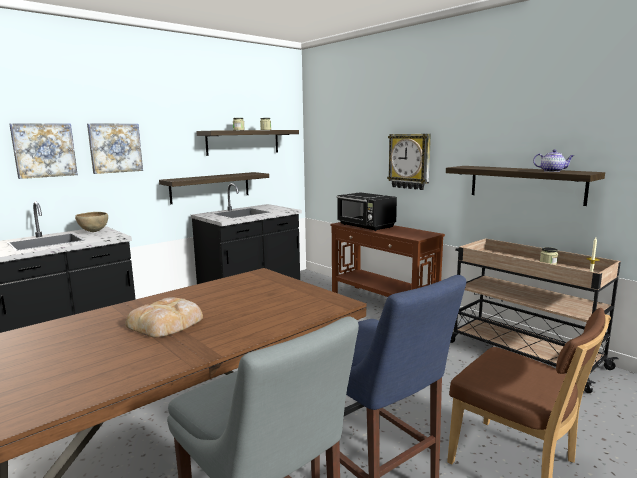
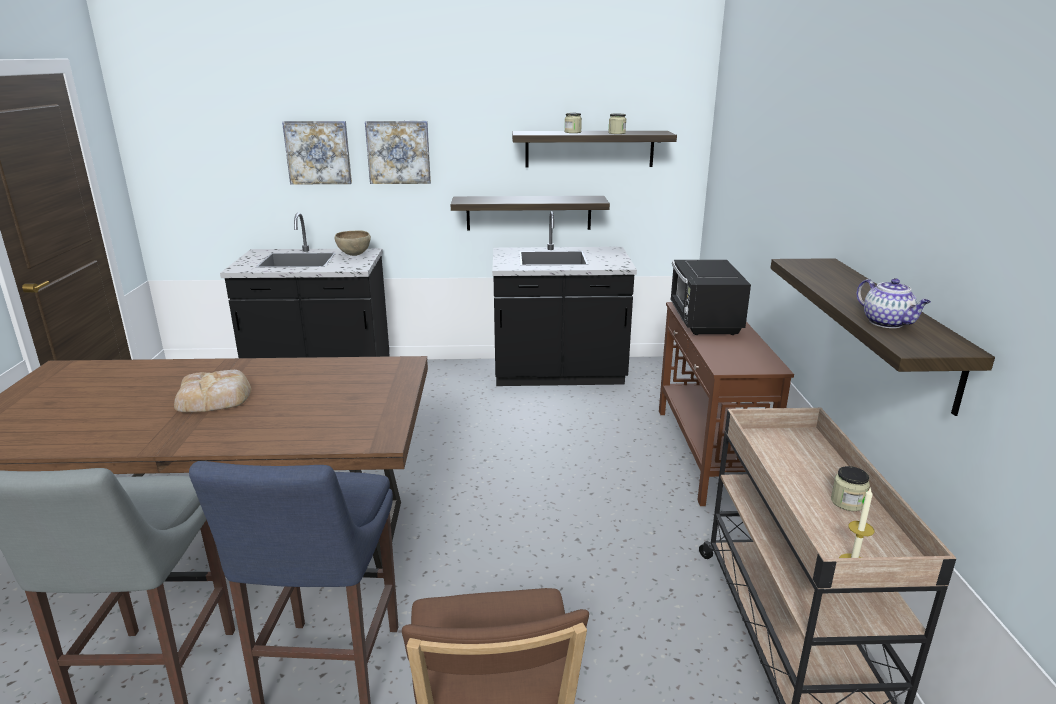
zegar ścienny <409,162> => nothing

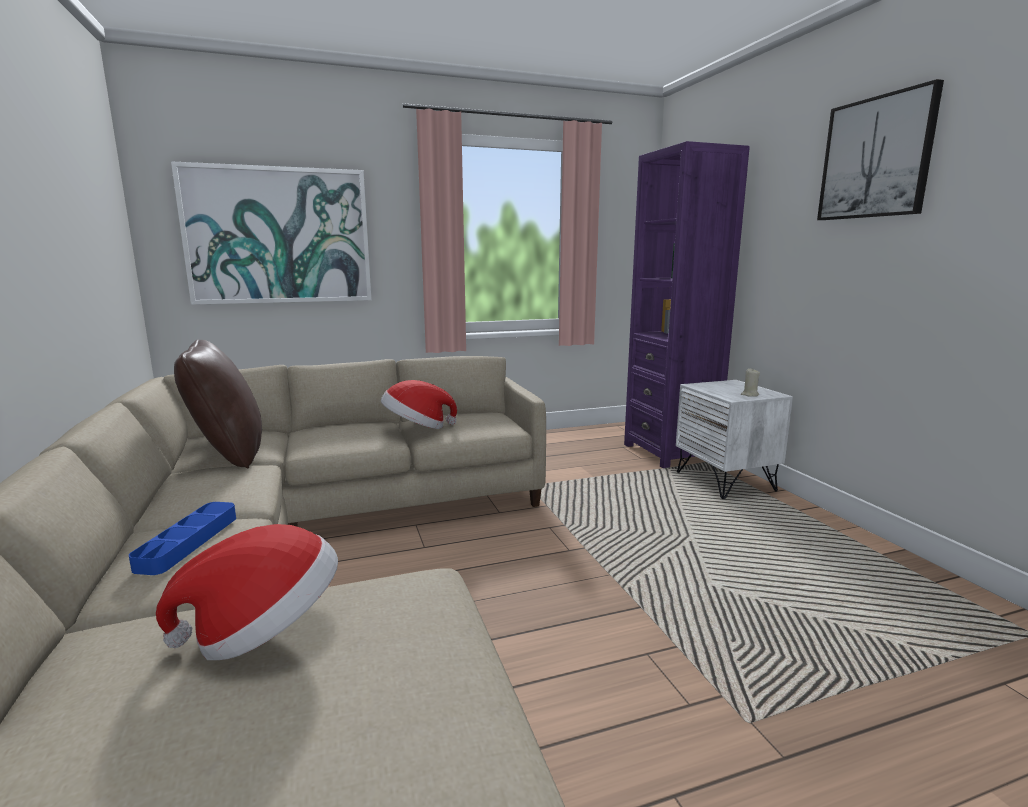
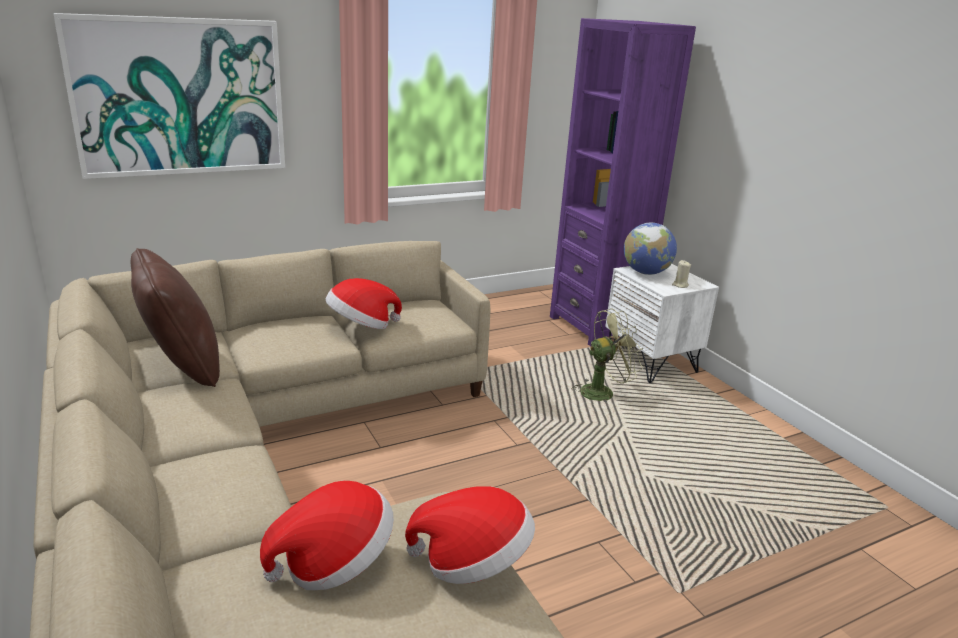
nothing => kapelusz <470,535>
nothing => wentylator/zielony <607,355>
nothing => globus <650,248>
taca/niebieski <182,538> => nothing
obraz <880,149> => nothing

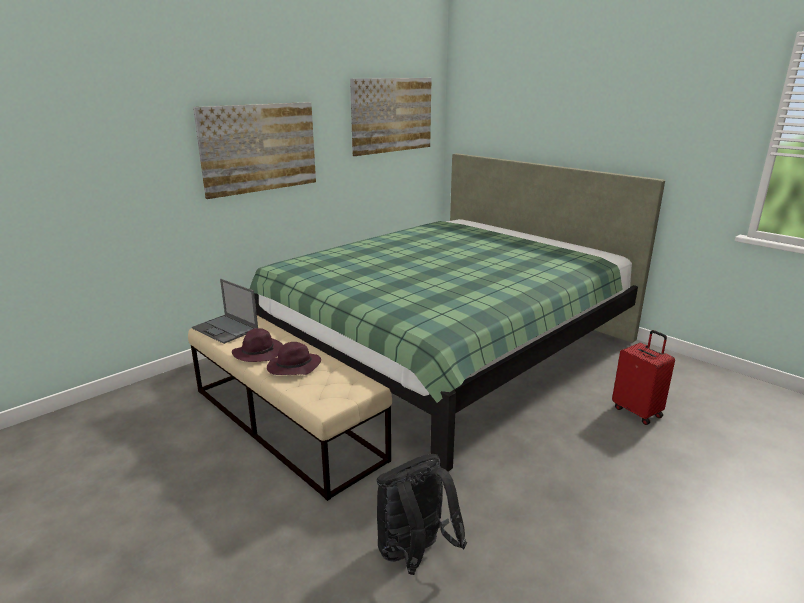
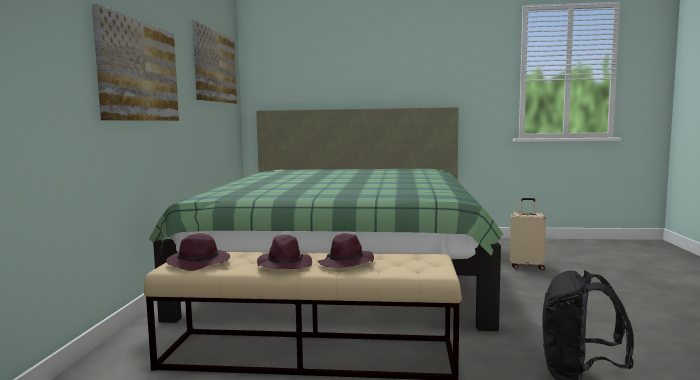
laptop <225,311> => kapelusz/fioletowy <198,252>
walizka/czerwony <643,377> => walizka/beżowy <528,234>

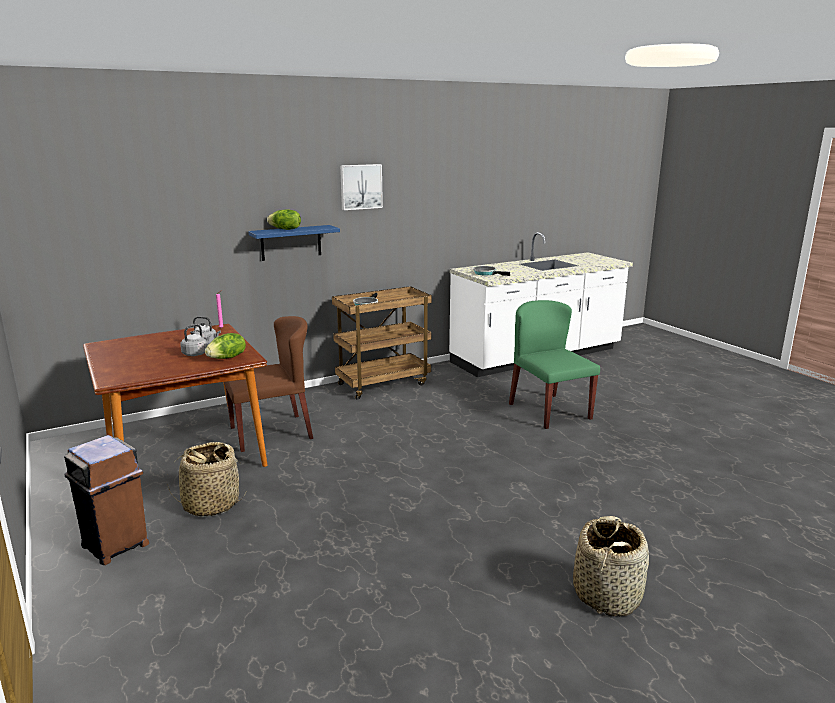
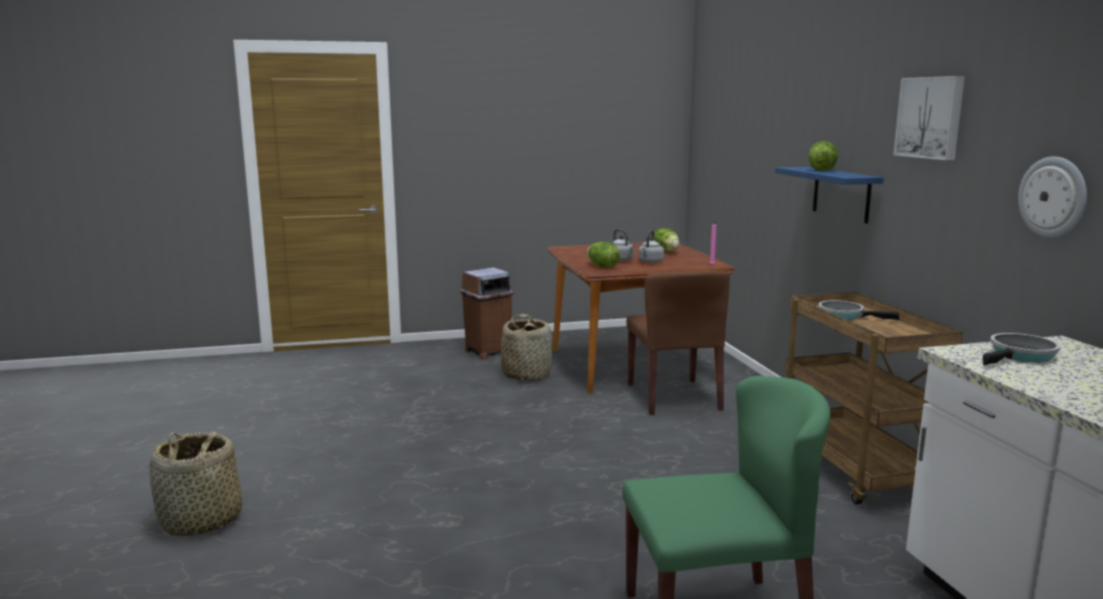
nothing => sałata <667,240>
nothing => zegar ścienny <1052,197>

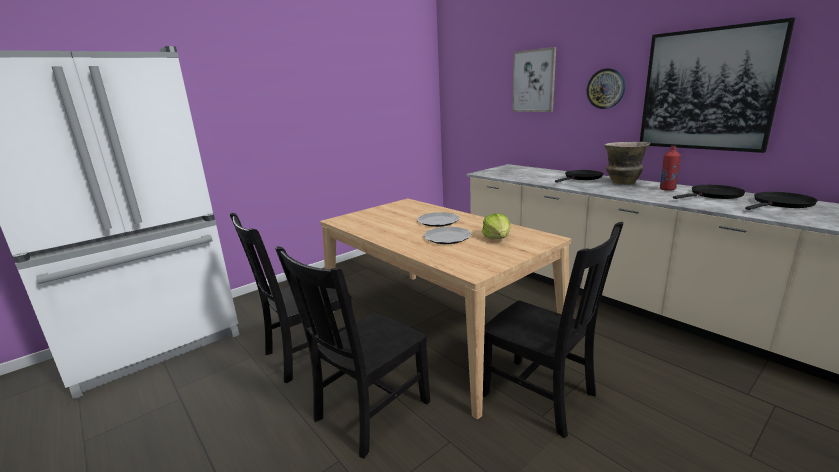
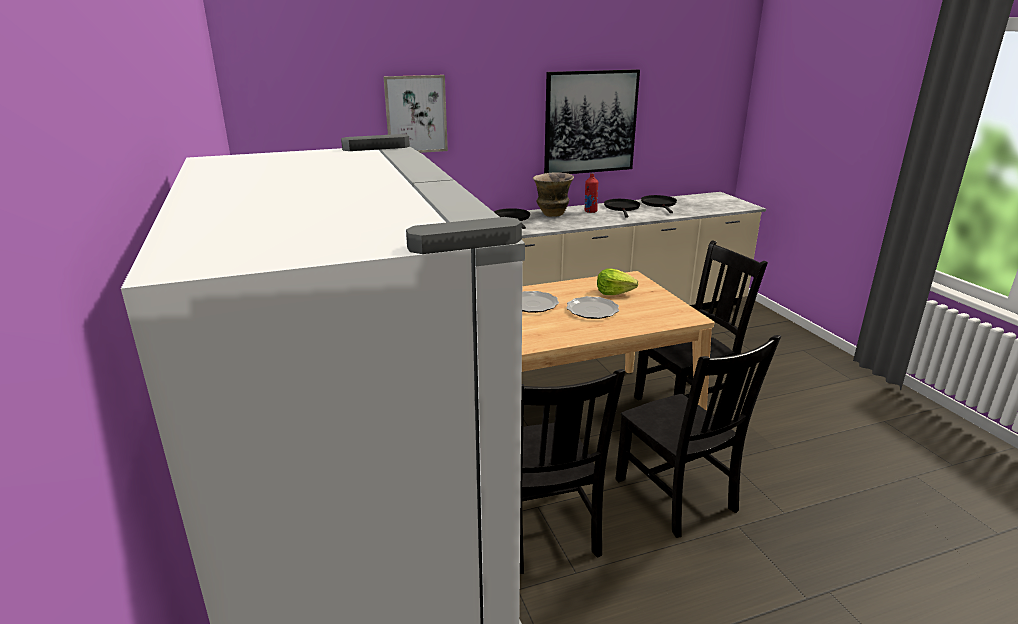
zegar ścienny <606,88> => nothing

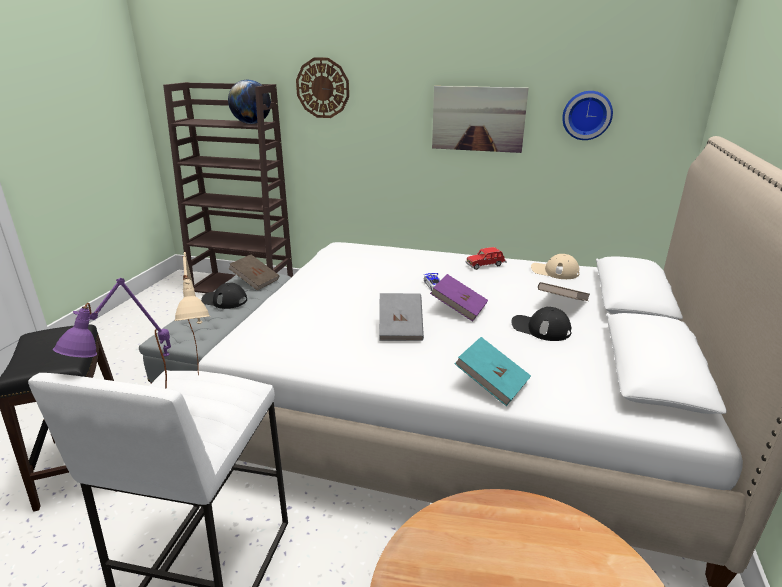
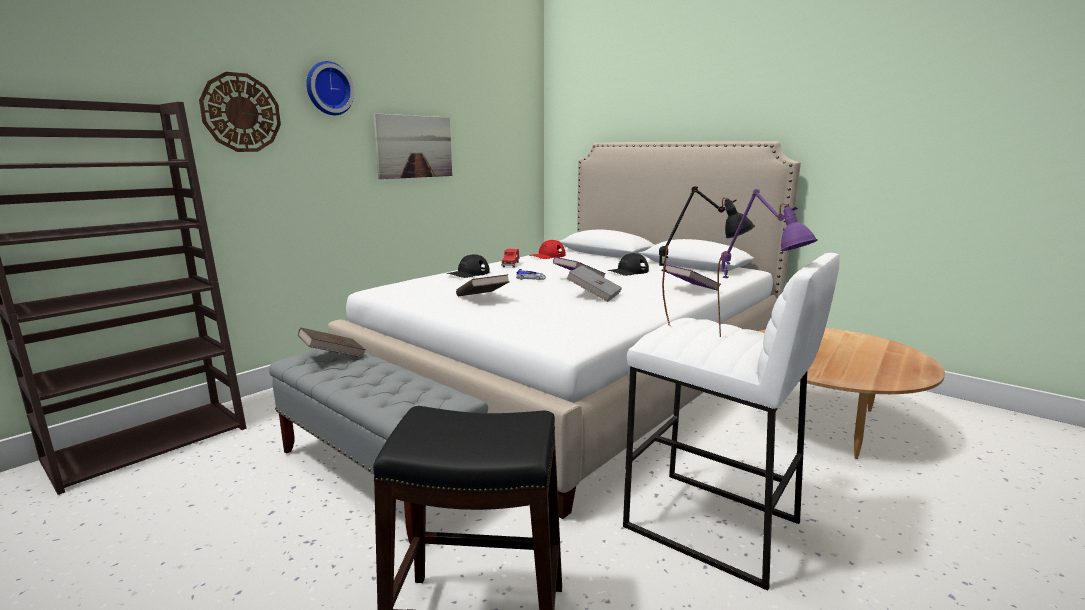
zegar ścienny <587,115> => zegar ścienny <330,88>, move
czapka z daszkiem/czarny <224,296> => czapka z daszkiem/czarny <468,266>, move
książka/brązowy <563,291> => książka/brązowy <483,285>, move
czapka z daszkiem/beżowy <555,266> => czapka z daszkiem/czerwony <547,249>
lampa stołowa/beżowy <192,313> => lampa stołowa/czarny <707,255>
książka/turkusowy <492,371> => książka/fioletowy <692,277>
globus <249,102> => nothing

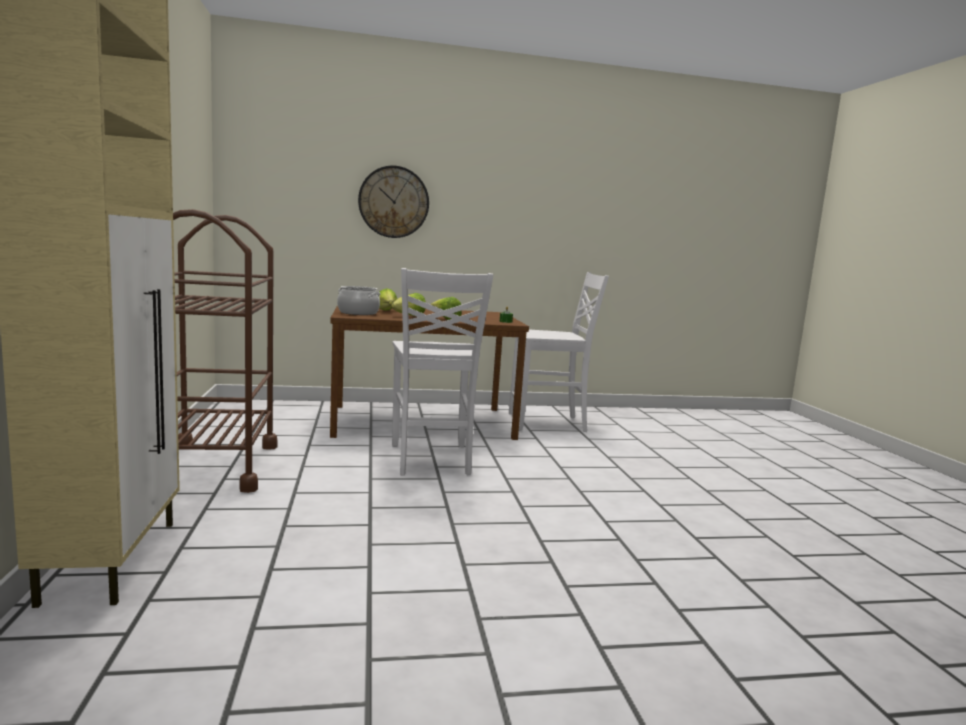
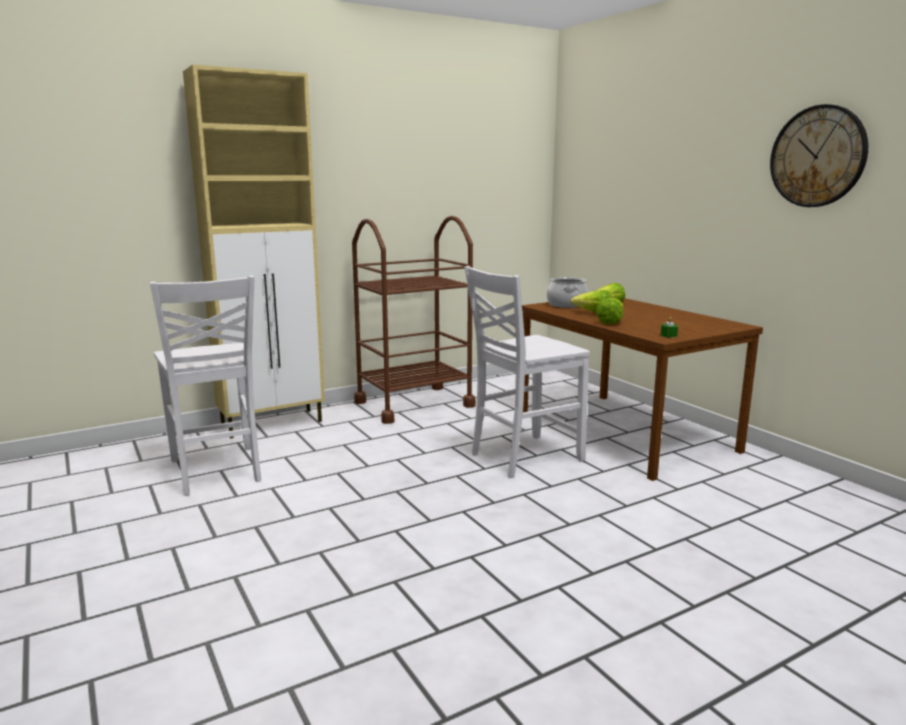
krzesło/biały <559,352> => krzesło/biały <205,386>, move
zegar ścienny <393,202> => zegar ścienny <819,155>, move

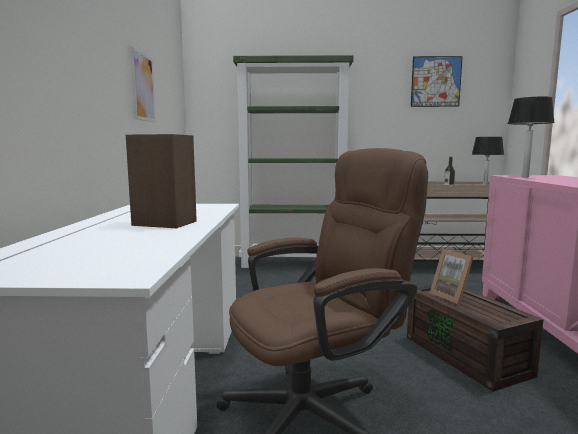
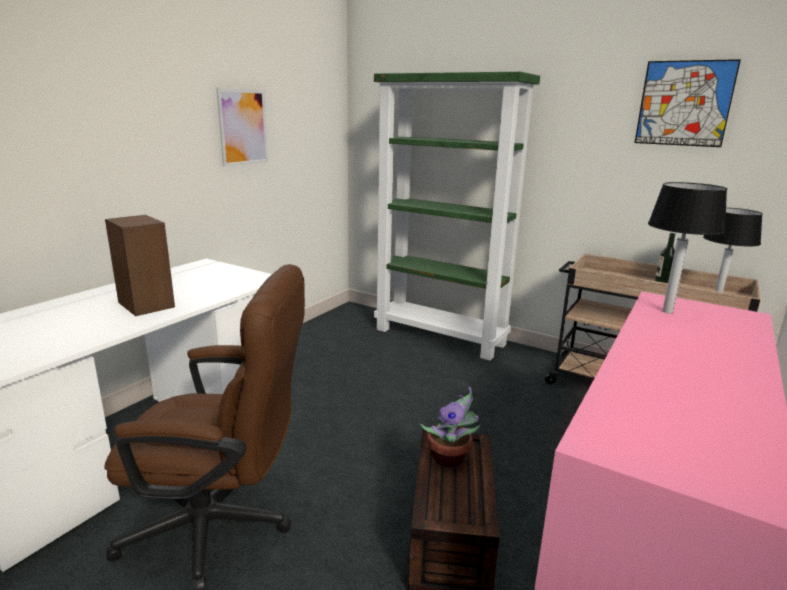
ramka na zdjęcie <451,276> => roślina doniczkowa <450,427>

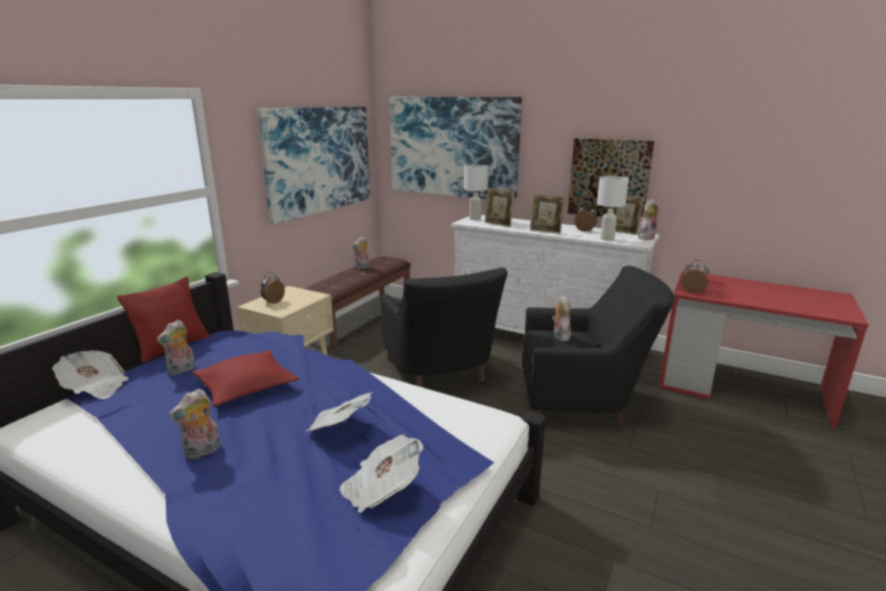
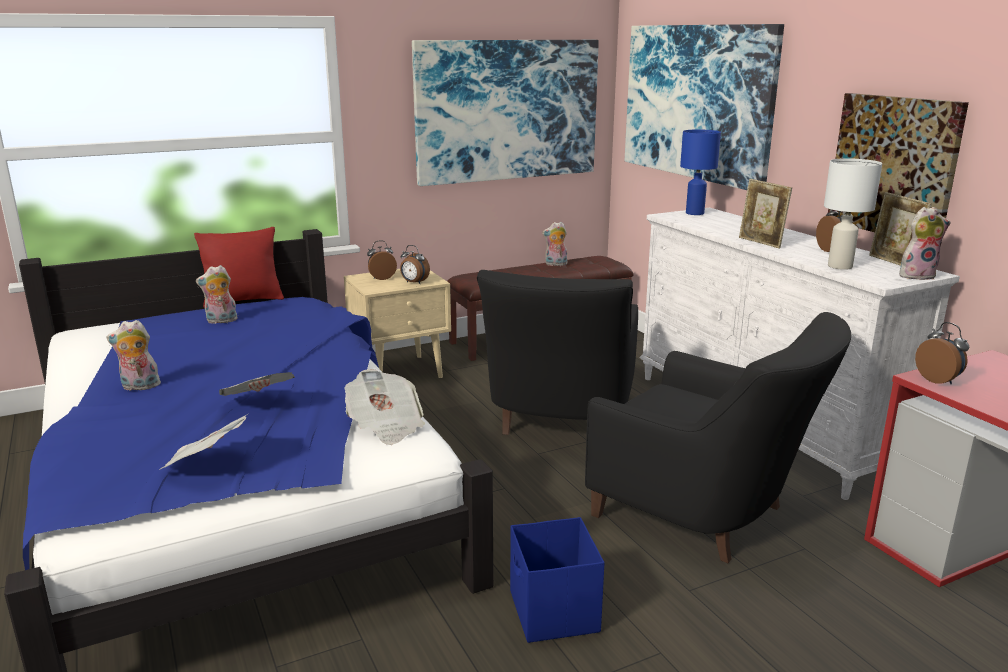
gazeta <90,374> => gazeta <384,407>, move
nothing => budzik <415,264>
nothing => pojemnik do przechowywania/niebieski <557,580>
lampa stołowa/biały <476,192> => lampa stołowa/niebieski <700,172>
poduszka/czerwony <245,378> => nothing
ramka na zdjęcie <500,207> => nothing
pluszak <561,318> => nothing

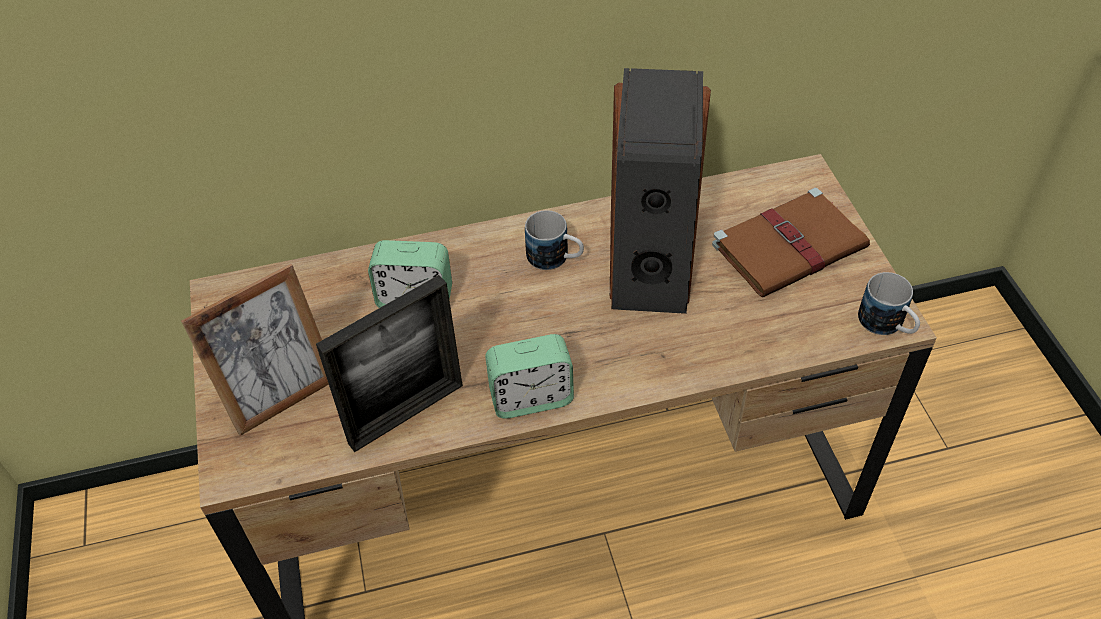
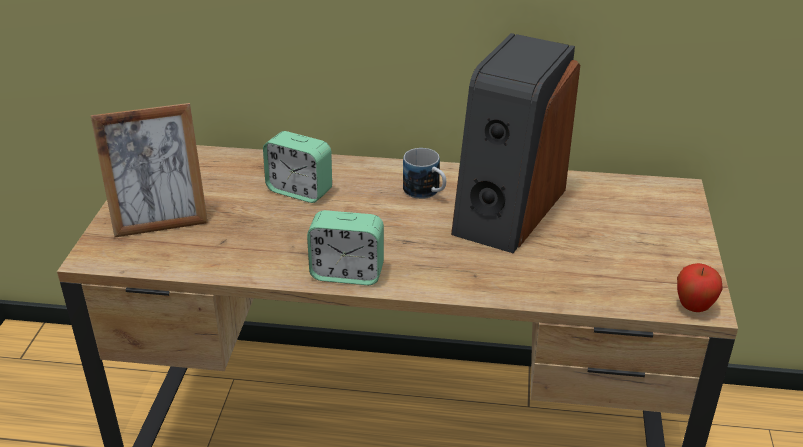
kubek <889,303> => jabłko <699,287>
ramka na zdjęcie <389,363> => nothing
książka/brązowy <791,243> => nothing

